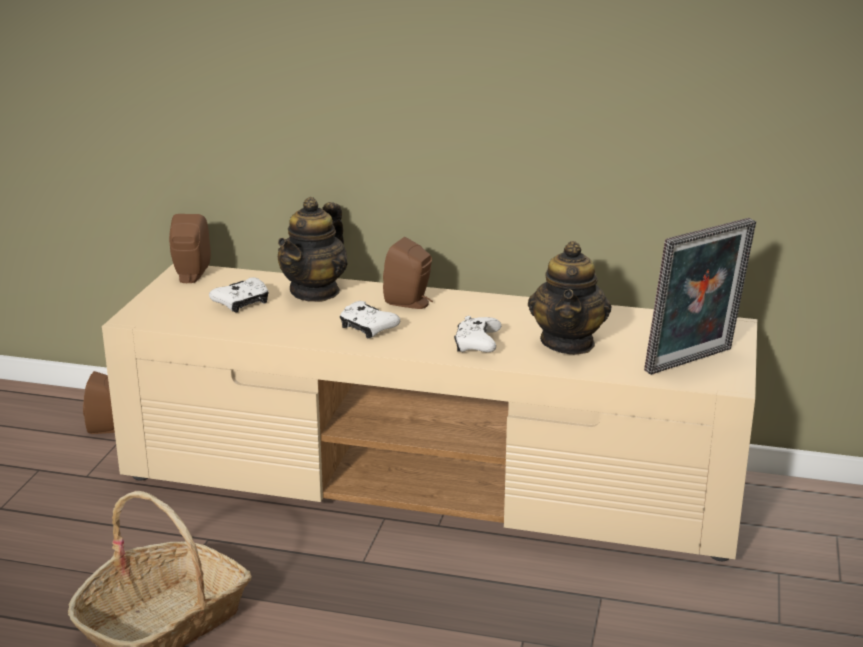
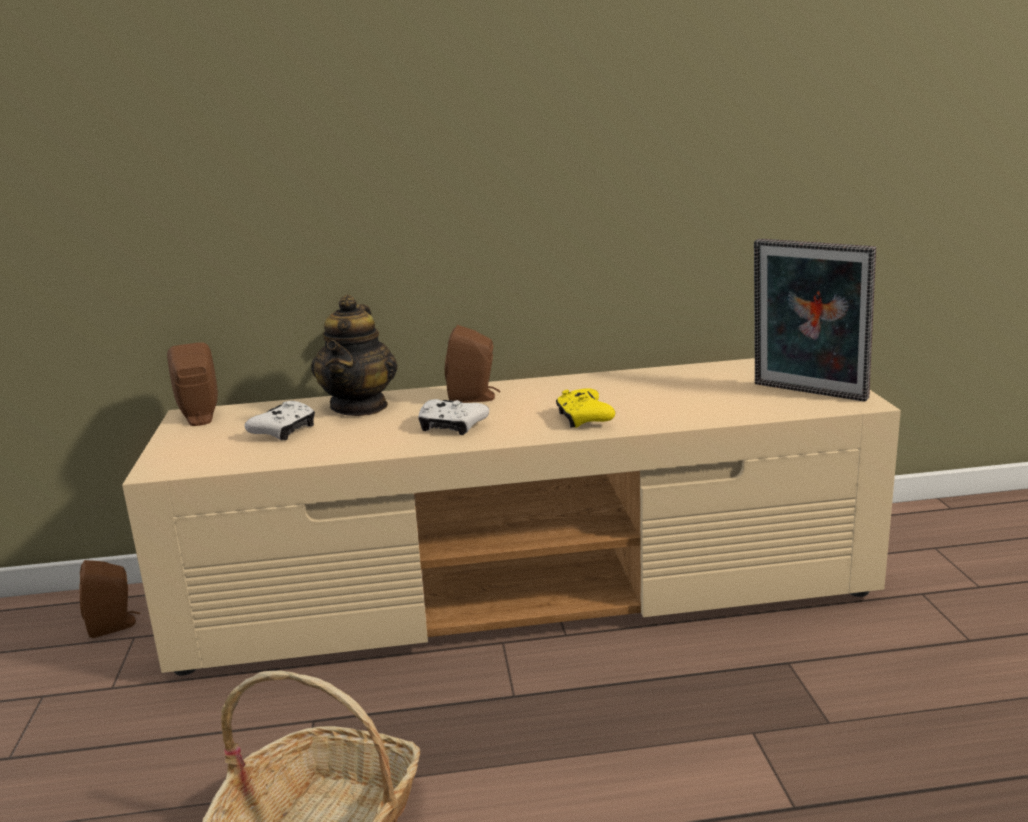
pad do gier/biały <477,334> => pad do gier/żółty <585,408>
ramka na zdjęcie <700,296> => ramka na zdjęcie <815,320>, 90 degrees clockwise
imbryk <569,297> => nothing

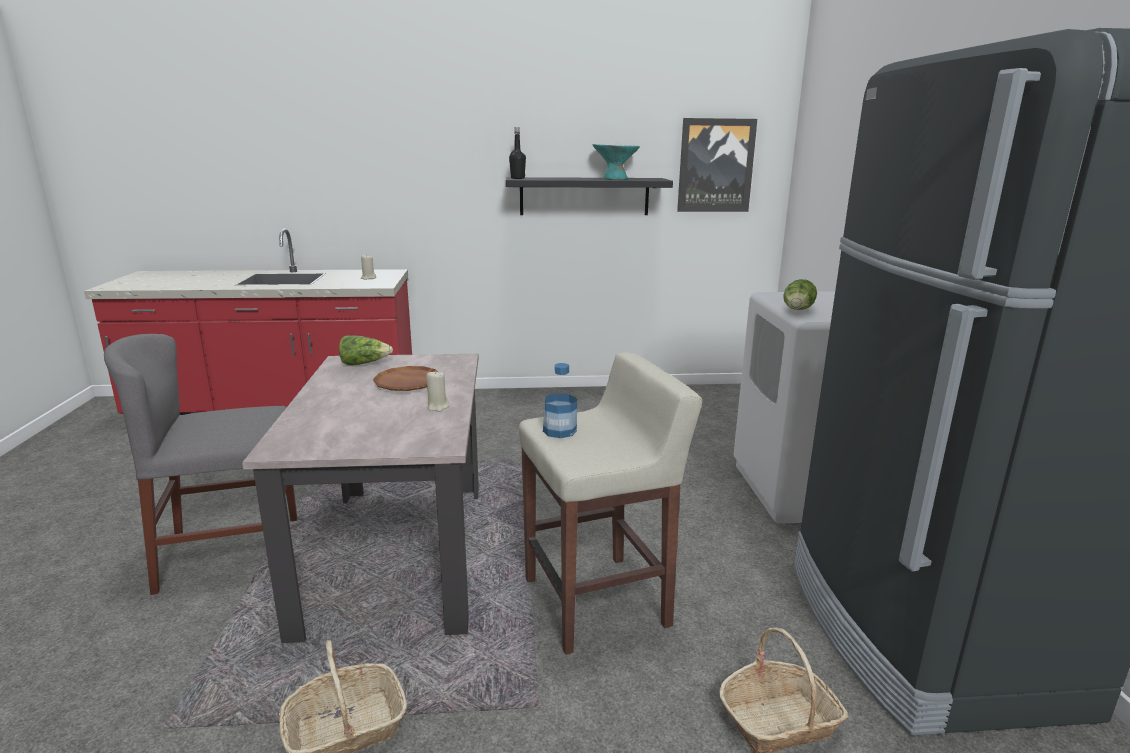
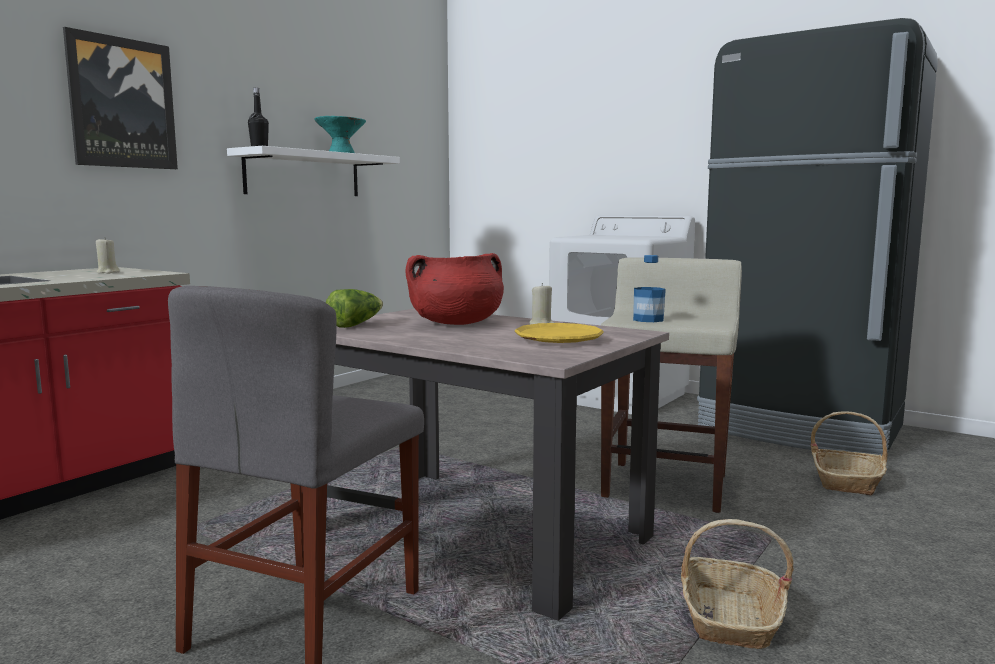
obraz <717,165> => obraz <120,98>, move
półka/czarny <589,196> => półka/biały <313,171>
talerz/brązowy <405,378> => garnek/czerwony <455,289>
nothing => talerz/żółty <559,333>
sałata <800,294> => nothing

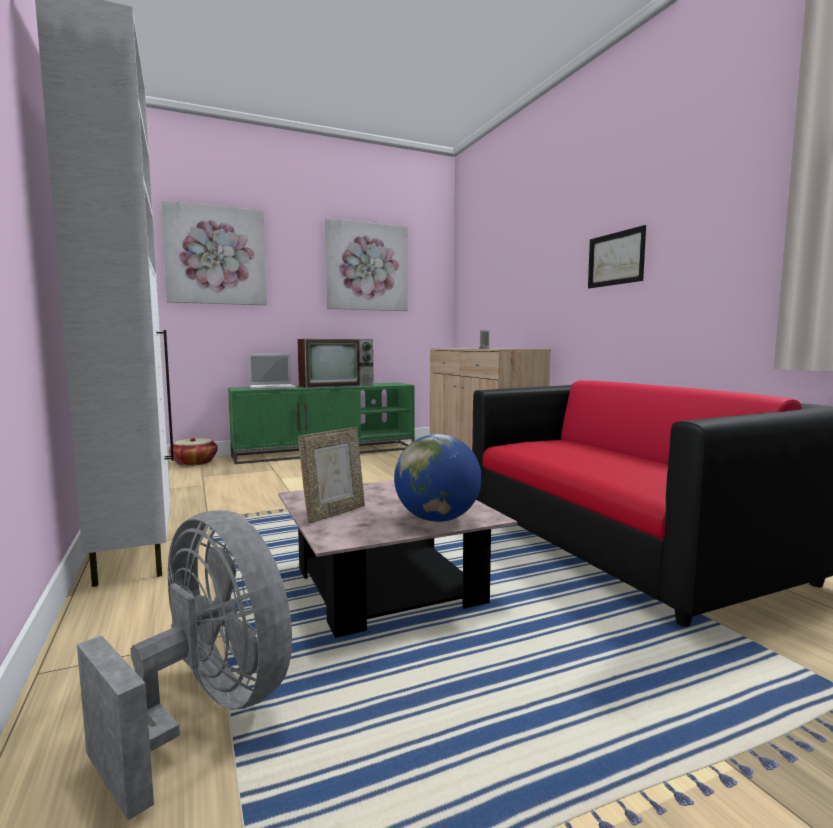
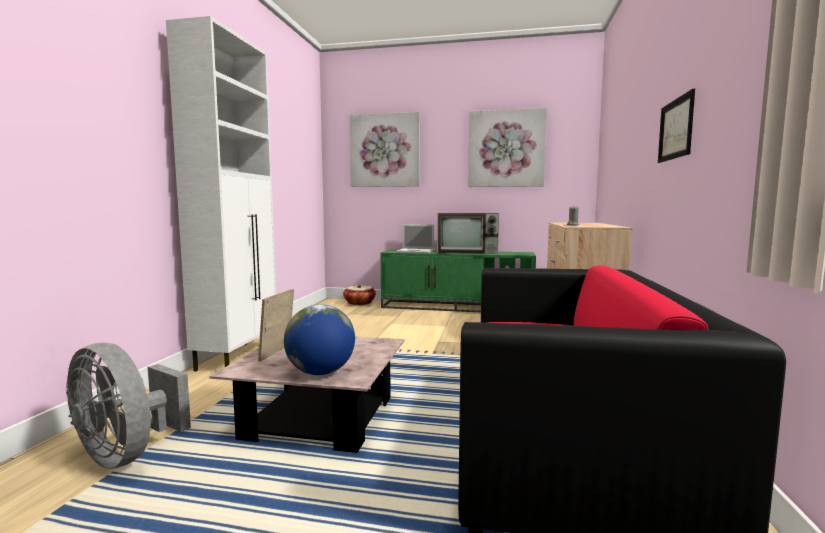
wentylator/szary <184,665> => wentylator/szary <128,405>, 135 degrees clockwise
ramka na zdjęcie <331,475> => ramka na zdjęcie <276,325>, 120 degrees clockwise

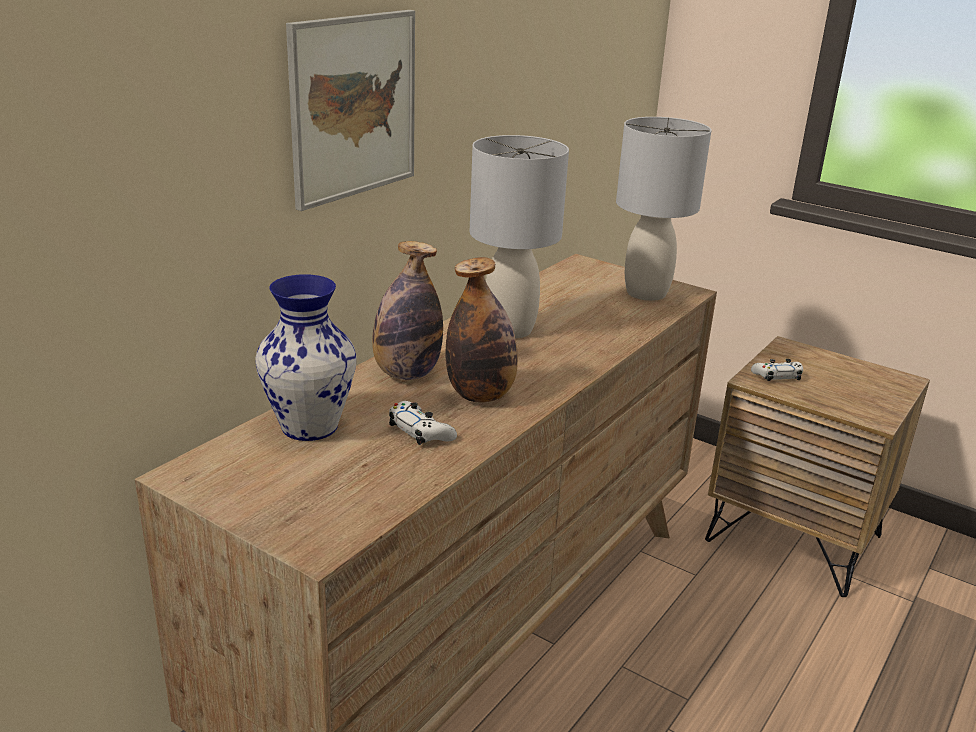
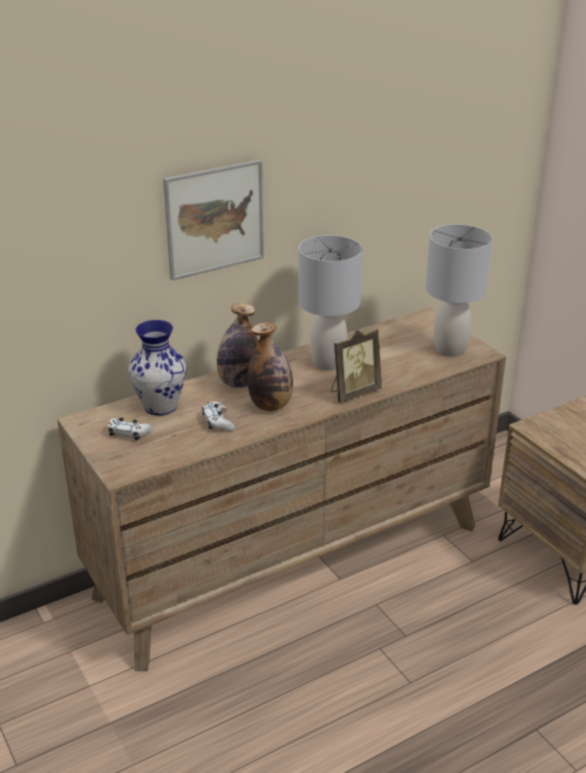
pad do gier/biały <777,370> => pad do gier/biały <130,428>, move
nothing => ramka na zdjęcie <356,366>

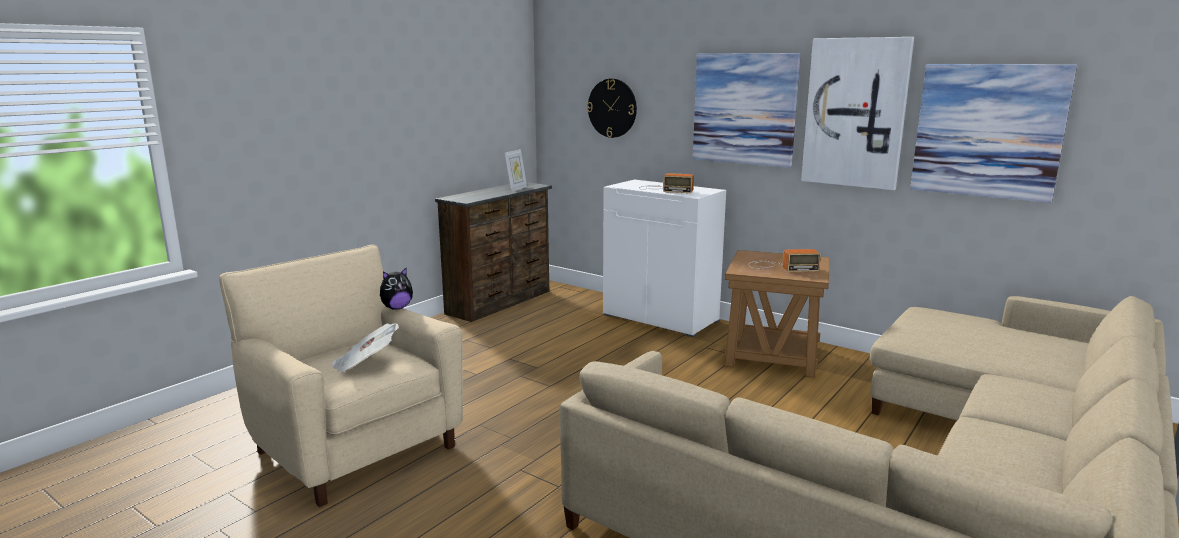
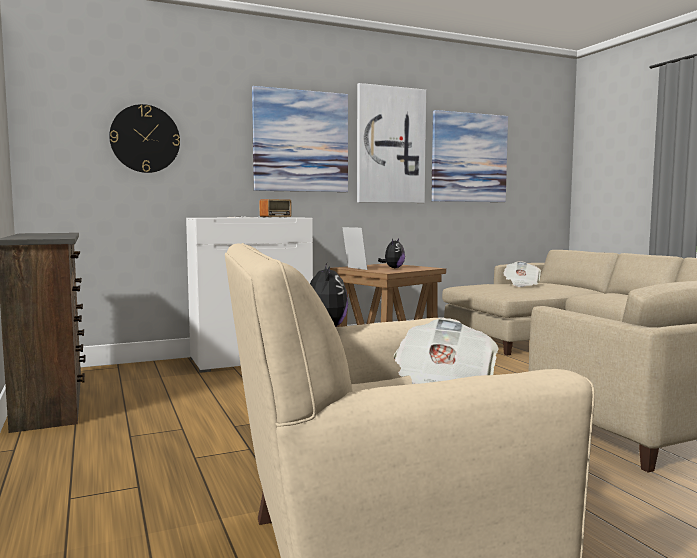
ramka na zdjęcie <516,170> => ramka na zdjęcie <354,248>, move
radio <784,260> => pluszak <391,253>
nothing => gazeta <522,274>

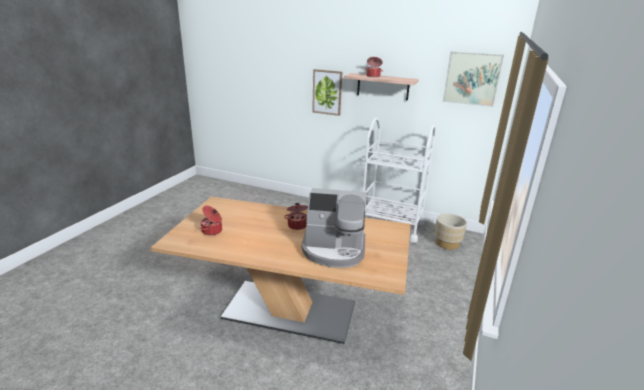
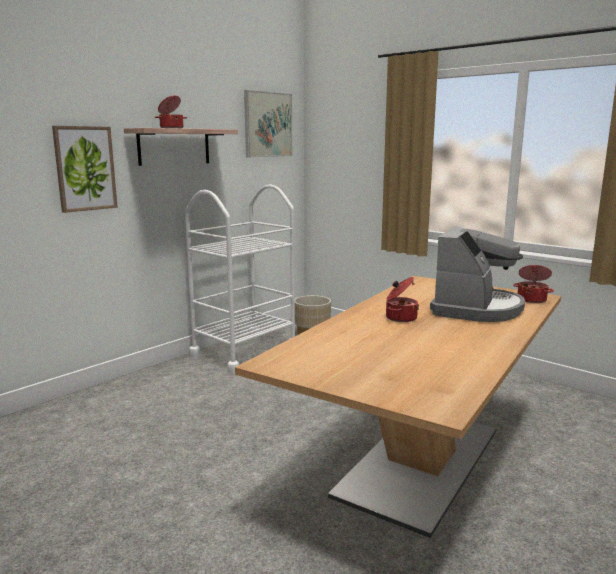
garnek <211,220> => garnek <533,284>, move

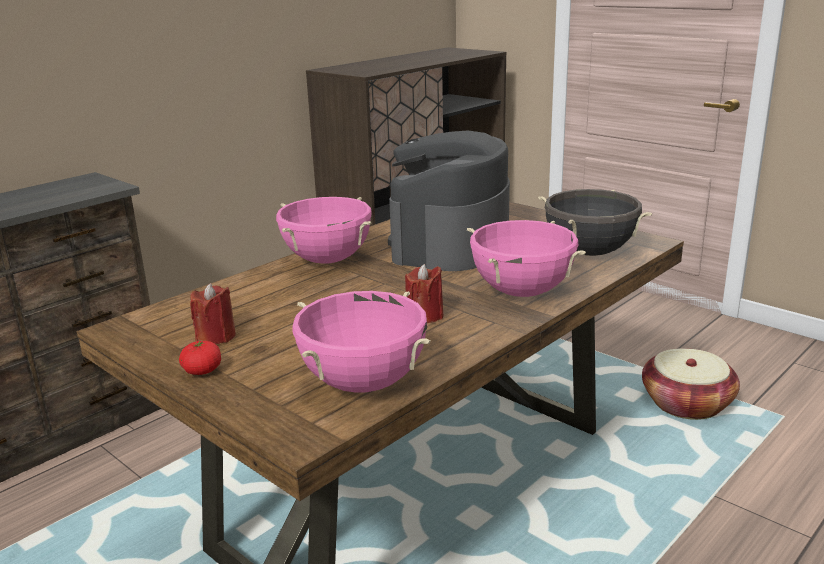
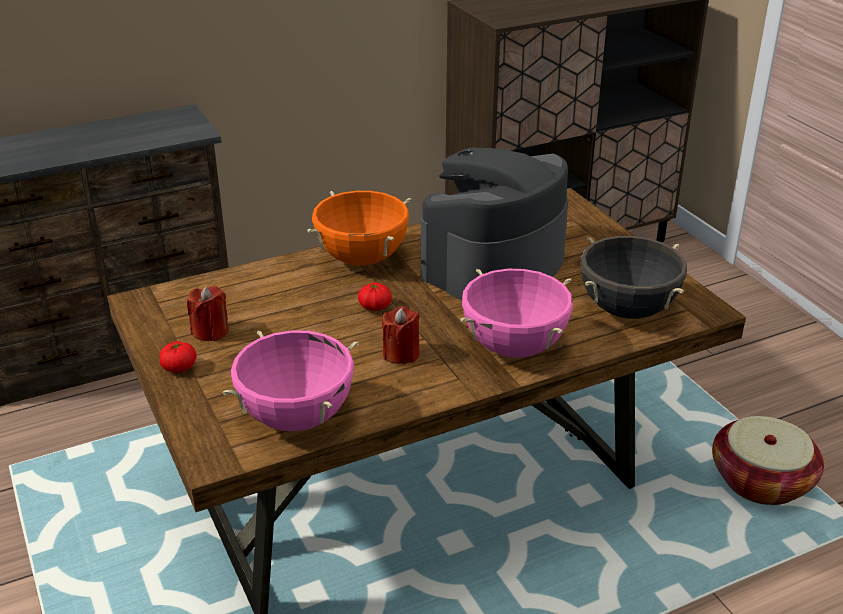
garnek/różowy <324,230> => garnek/pomarańczowy <359,228>
nothing => pomidor <375,297>

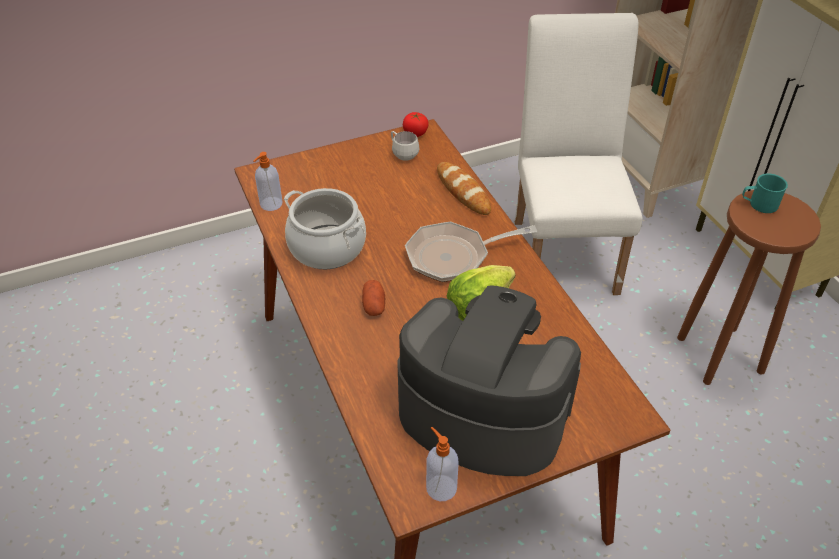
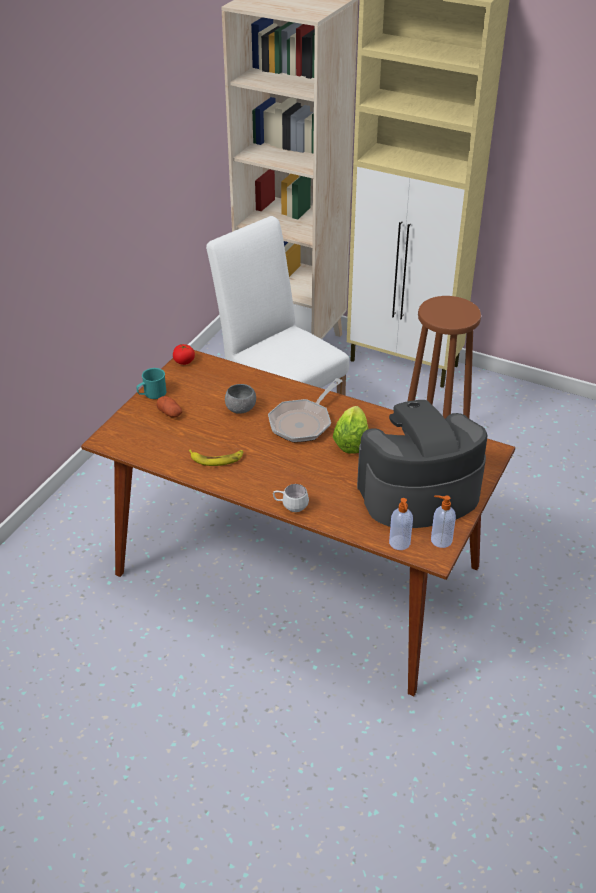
kubek/turkusowy <765,193> => kubek/turkusowy <151,383>, move
ziemniak <374,298> => ziemniak <169,407>, move
garnek <325,228> => banan <216,458>
nothing => miska/szary <240,399>
kubek/biały <405,146> => kubek/biały <291,498>, move
dozownik mydła <268,181> => dozownik mydła <401,524>, move
chleb <464,188> => nothing

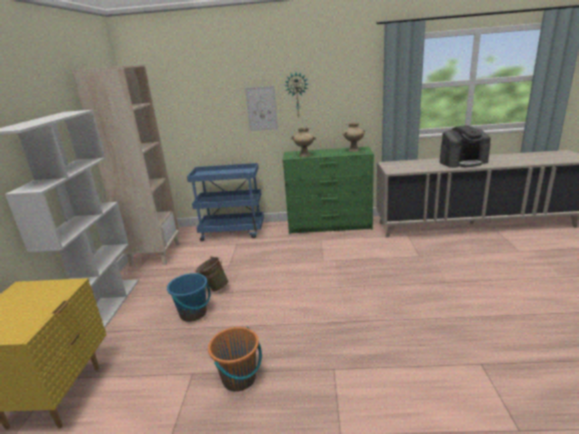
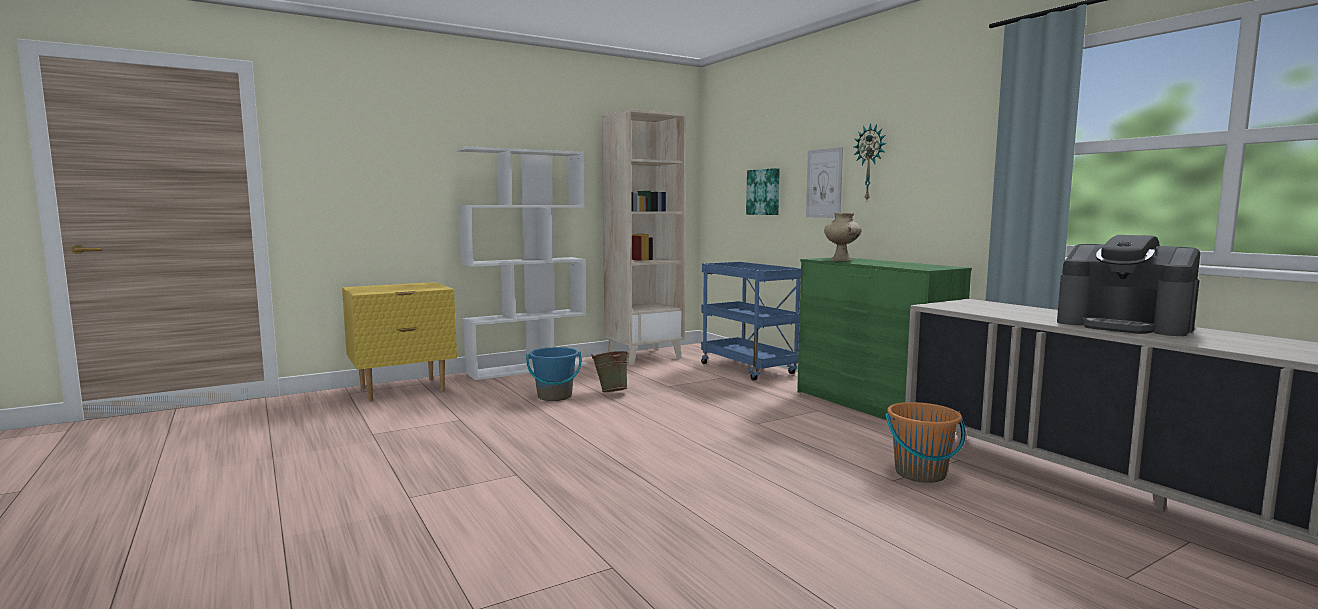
nothing => obraz <763,191>
wiadro/pomarańczowy <235,359> => wiadro/pomarańczowy <925,442>, move
wazon/beżowy <354,137> => nothing

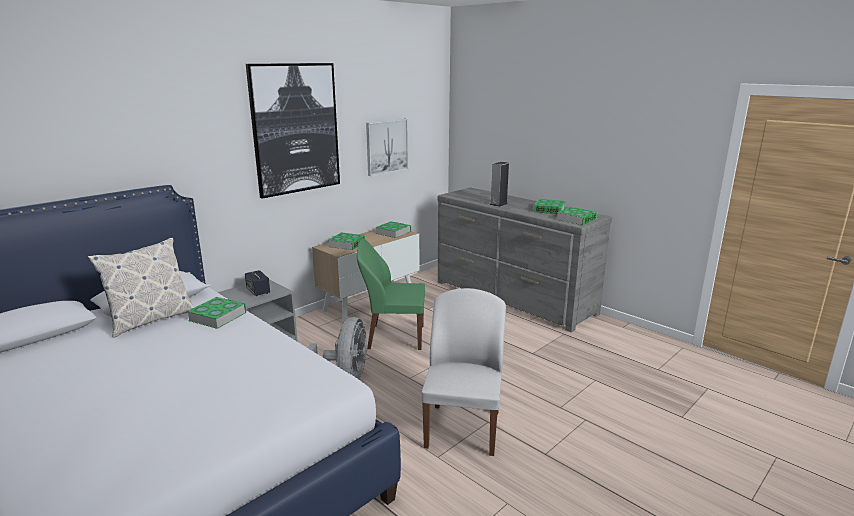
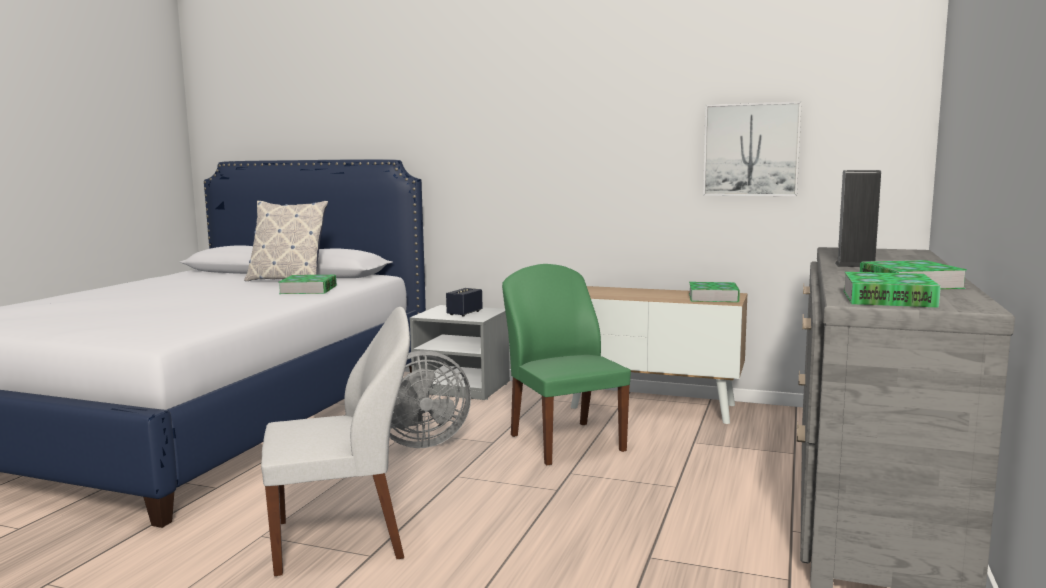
obraz <293,131> => nothing
książka <347,241> => nothing

